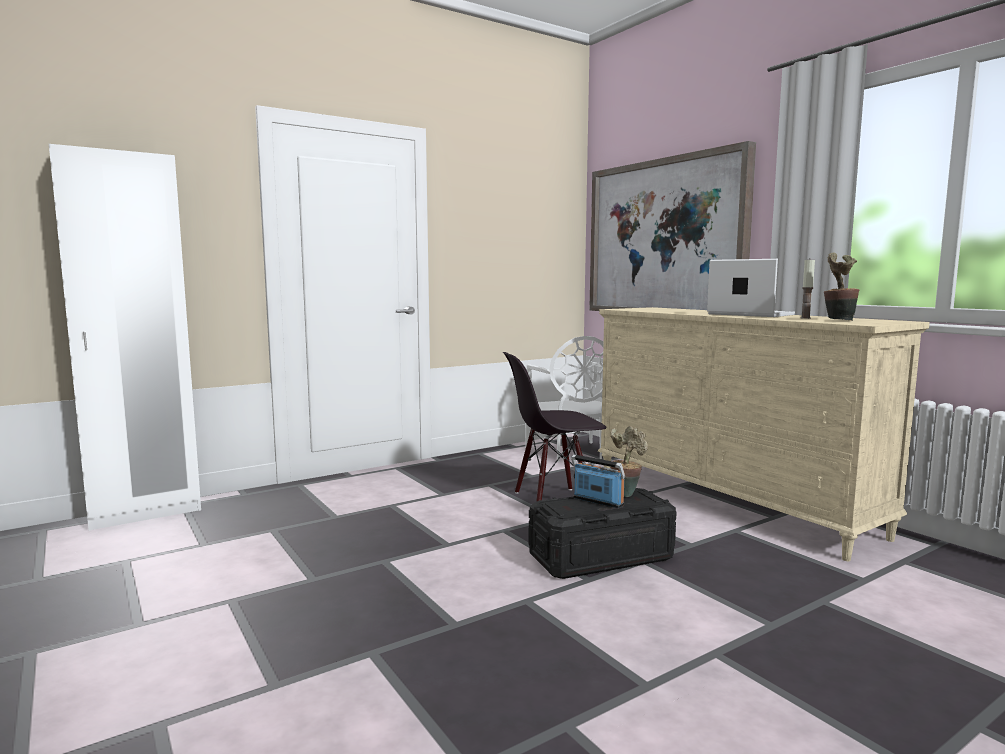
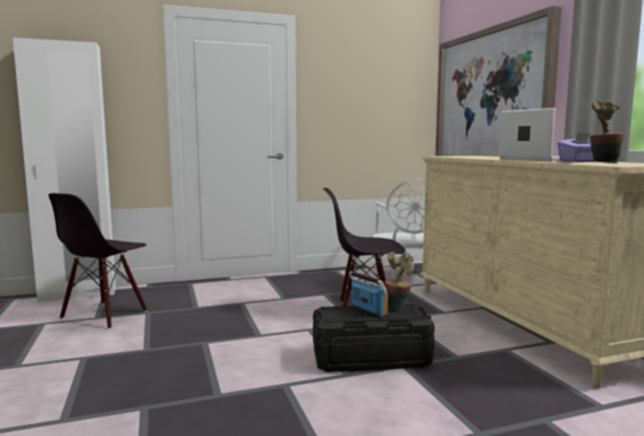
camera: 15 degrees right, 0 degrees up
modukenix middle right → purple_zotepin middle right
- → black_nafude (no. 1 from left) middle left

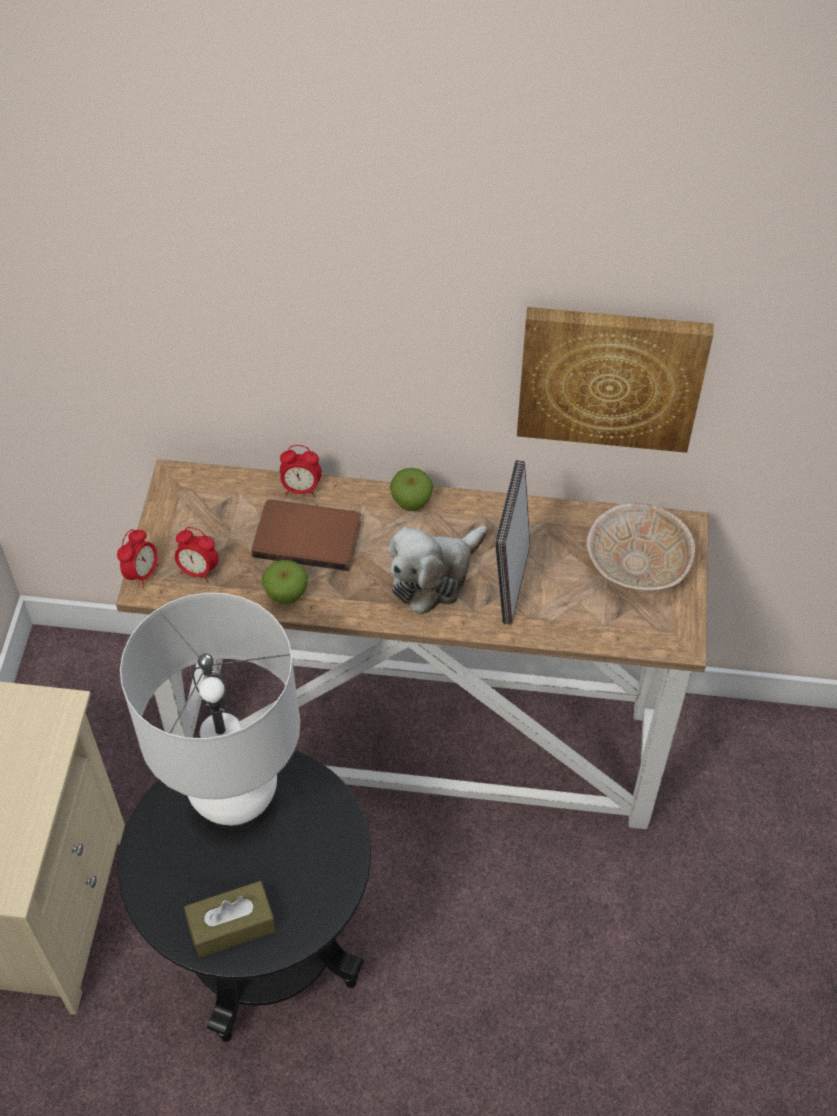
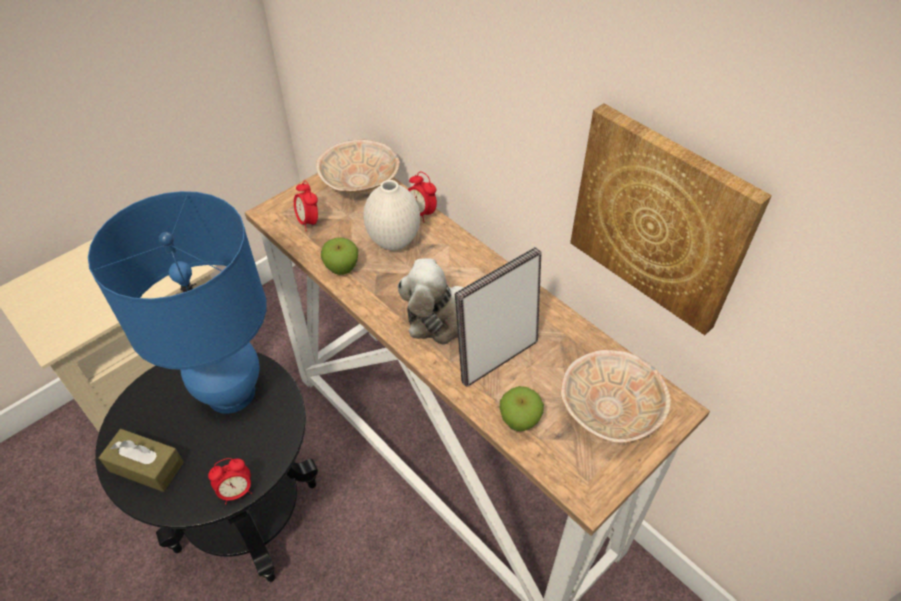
camera: 40 degrees right, 5 degrees down
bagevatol (no. 1 from left) middle left → bagevatol (no. 1 from left) bottom left, shifted
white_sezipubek middle left → blue_sezipubek middle left
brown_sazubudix centre → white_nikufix centre
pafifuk (no. 2 from left) centre → pafifuk (no. 2 from left) bottom centre, shifted
- → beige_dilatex (no. 1 from left) top centre

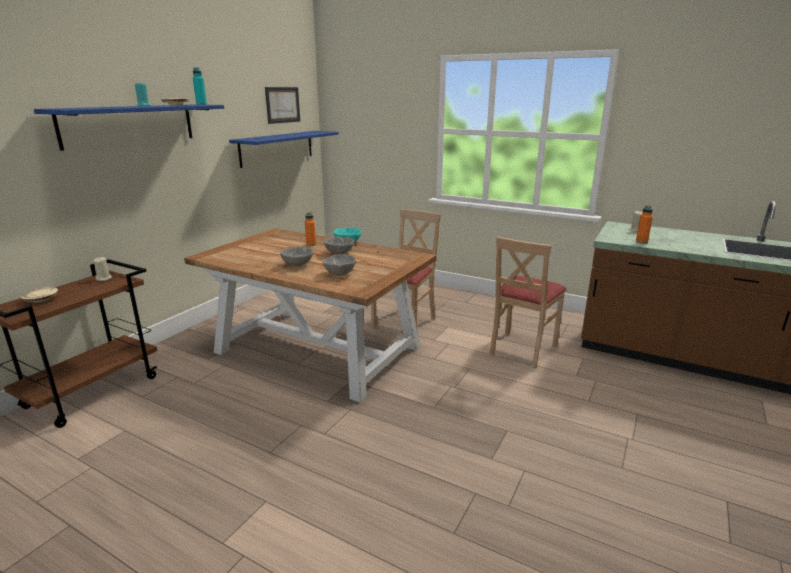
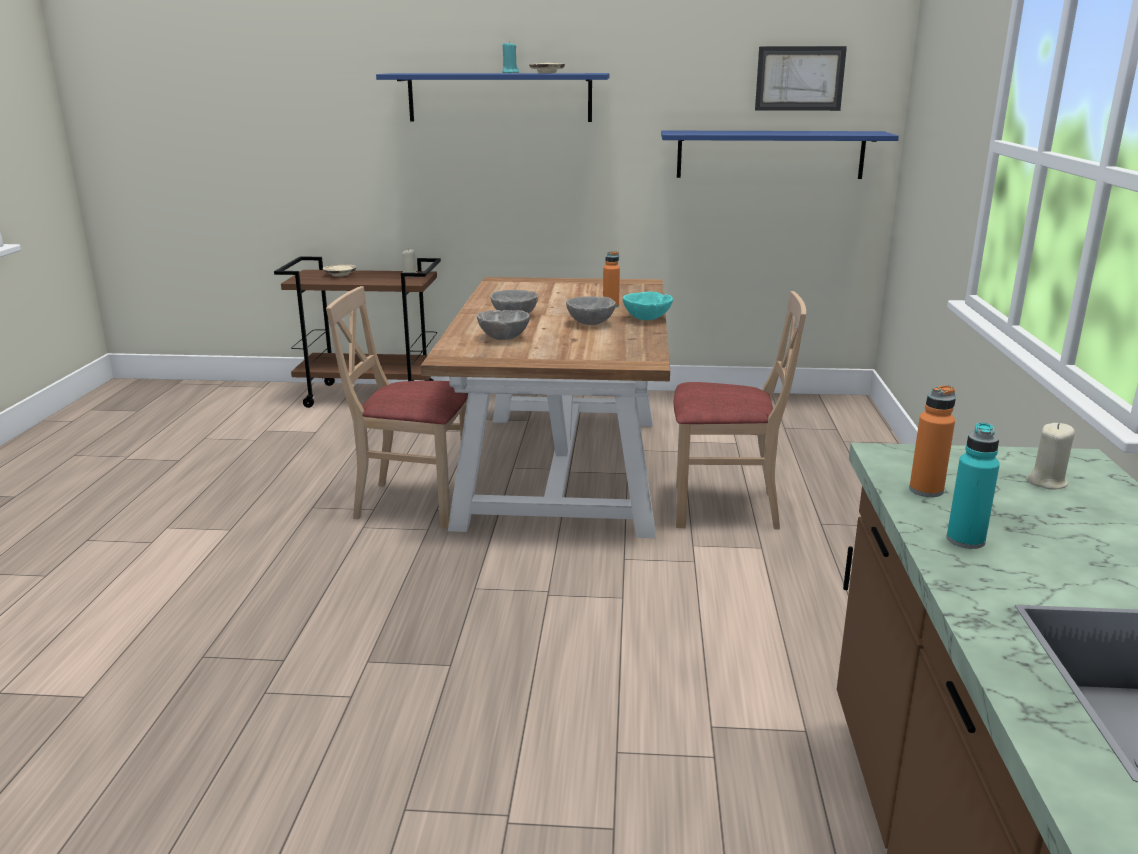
camera: 65 degrees right, 0 degrees up
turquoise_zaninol top left → turquoise_zaninol middle right, shifted
beige_nafude (no. 2 from left in the first image) middle right → beige_nafude (no. 1 from left) centre, shifted

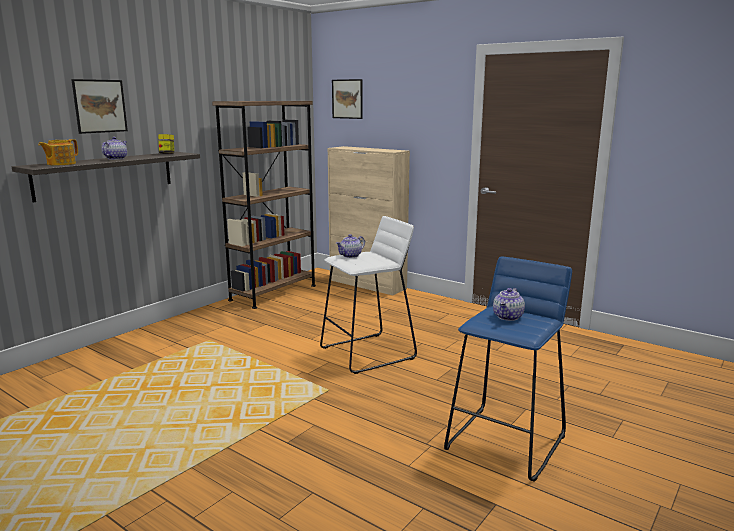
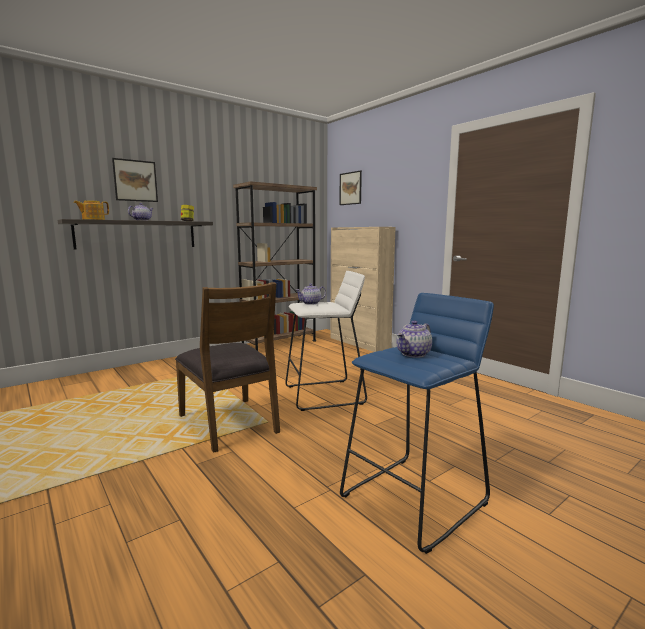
camera: 15 degrees right, 5 degrees down
- → brown_nafude centre

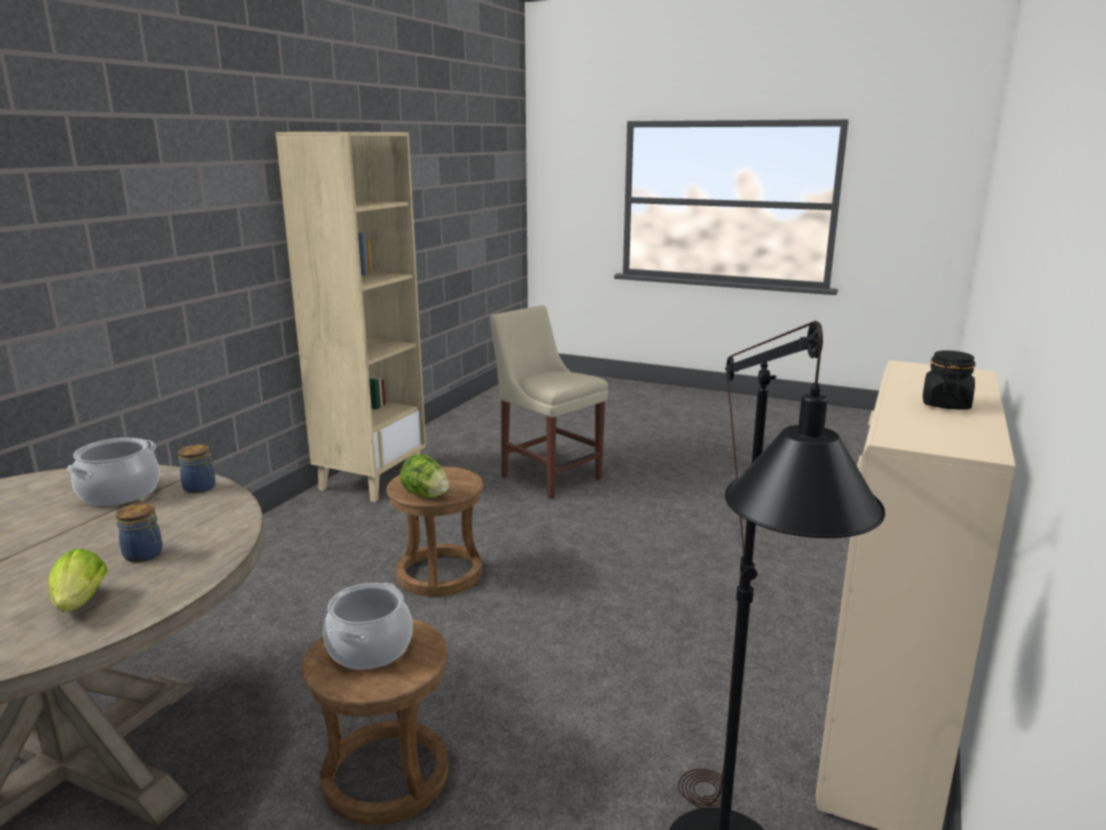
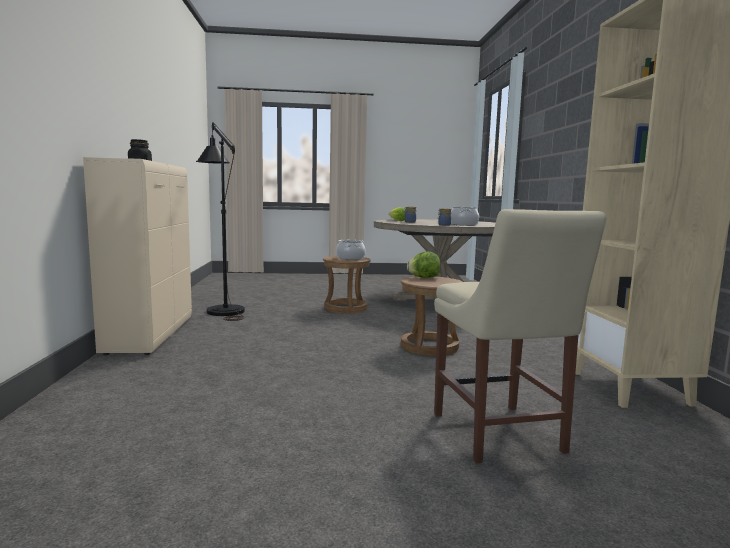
camera: 150 degrees right, 10 degrees down
beige_nafude centre → beige_nafude middle right, 60 degrees clockwise

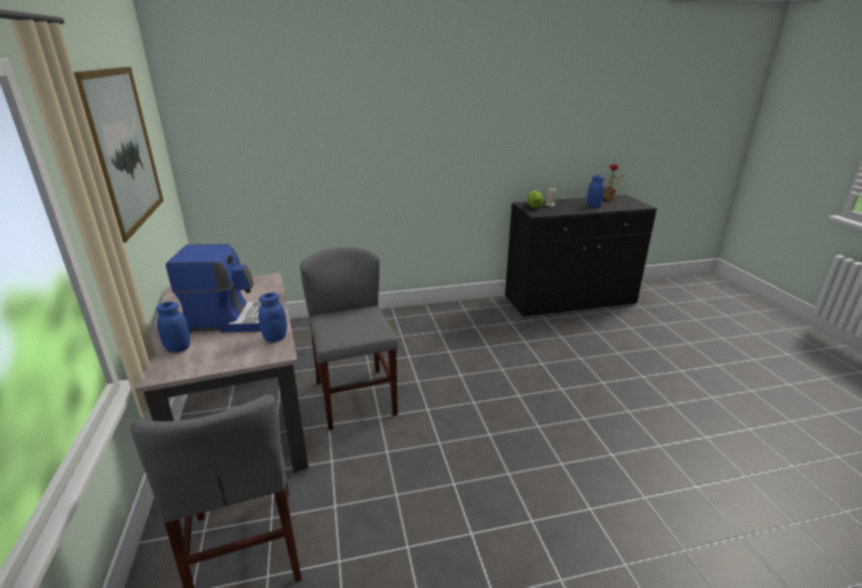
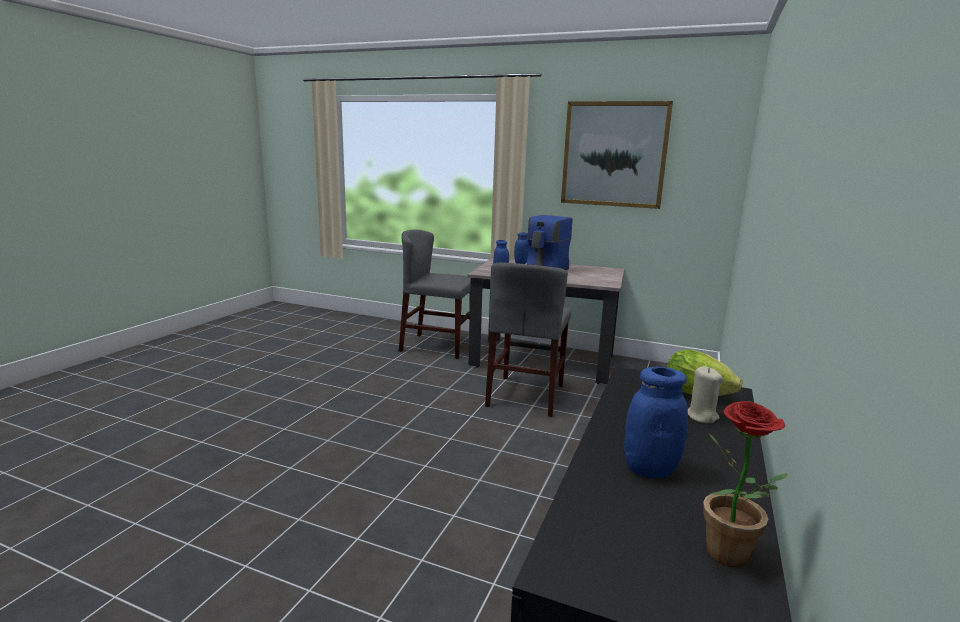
camera: 125 degrees right, 10 degrees down
grey_nafude (no. 2 from left) centre, 90 degrees clockwise

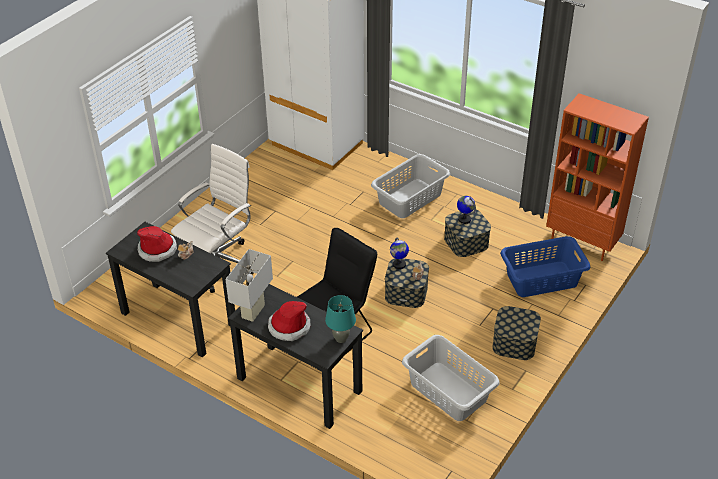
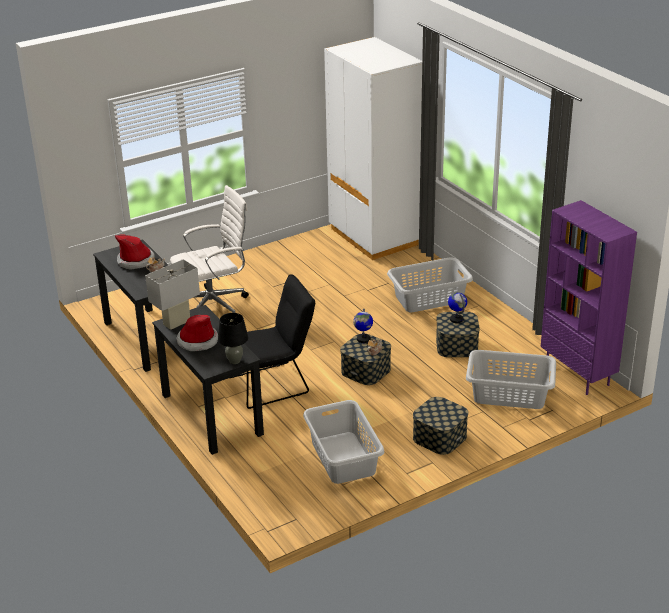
camera: 25 degrees right, 10 degrees down
turquoise_sezipubek centre → black_sezipubek centre
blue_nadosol middle right → grey_nadosol (no. 3 from left) middle right
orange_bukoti middle right → purple_bukoti middle right

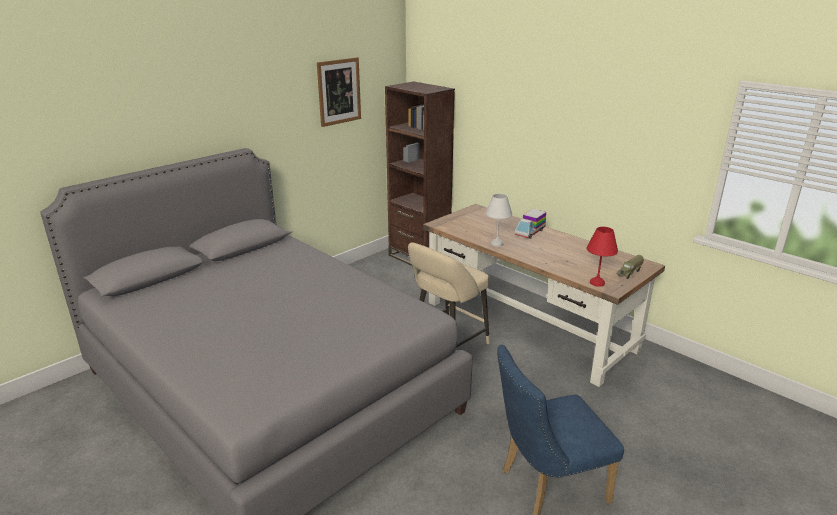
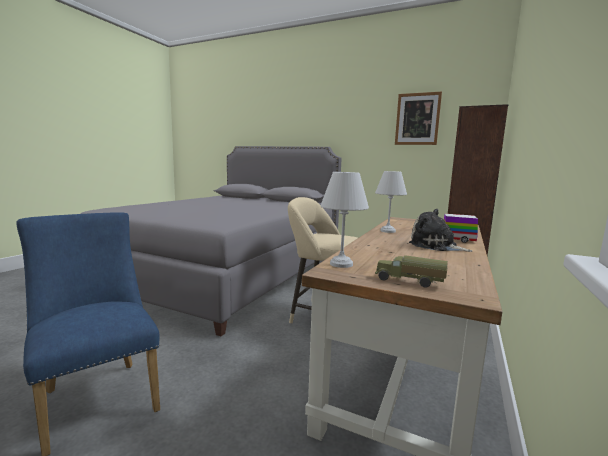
camera: 70 degrees right, 15 degrees down
red_sezipubek middle right → white_sezipubek (no. 1 from left) centre
- → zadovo middle right

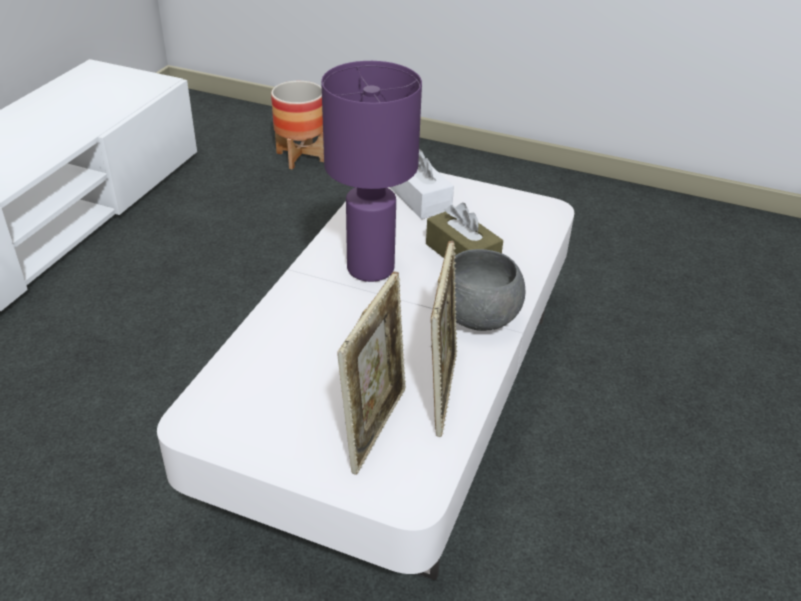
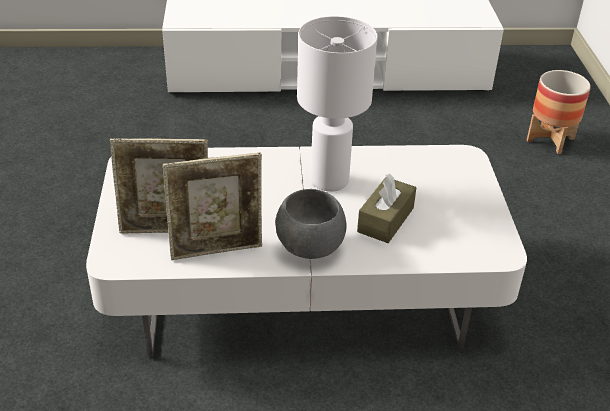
camera: 65 degrees right, 0 degrees up
purple_sezipubek top centre → white_sezipubek top centre
white_zotepin top centre → -

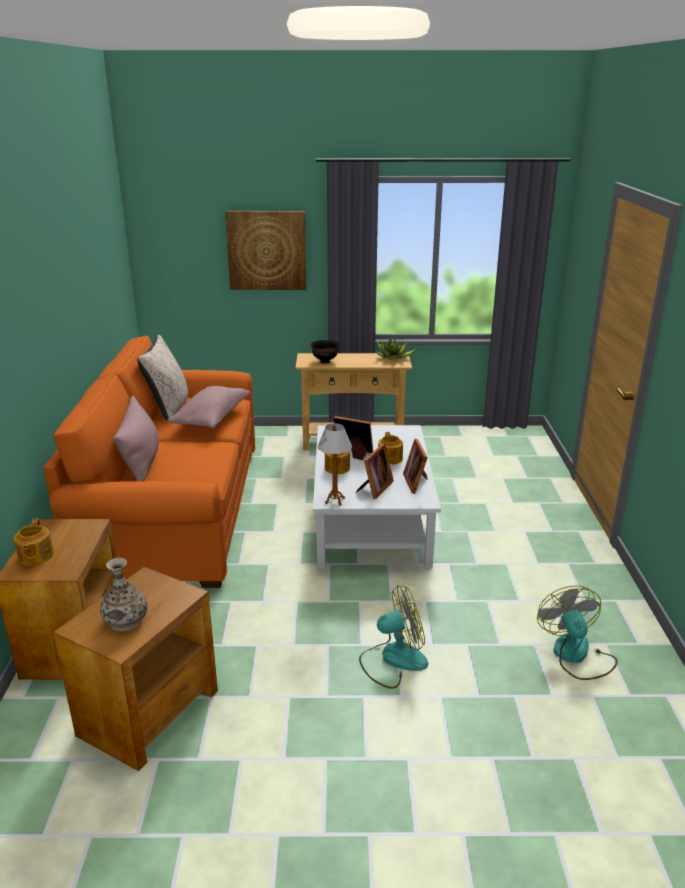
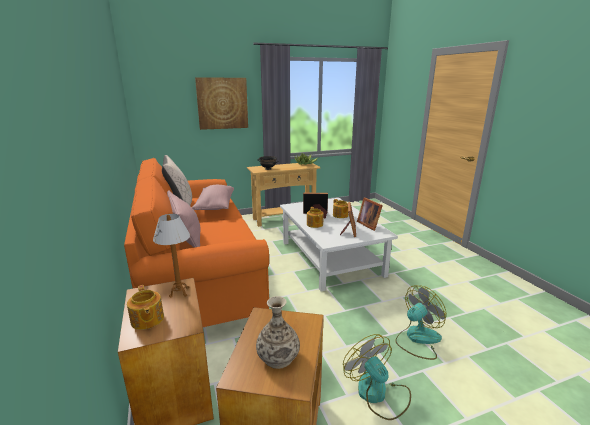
camera: 20 degrees left, 5 degrees down
sezipubek centre → sezipubek middle left, shifted
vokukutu (no. 2 from left in the first image) bottom right → vokukutu (no. 1 from left) bottom centre, shifted

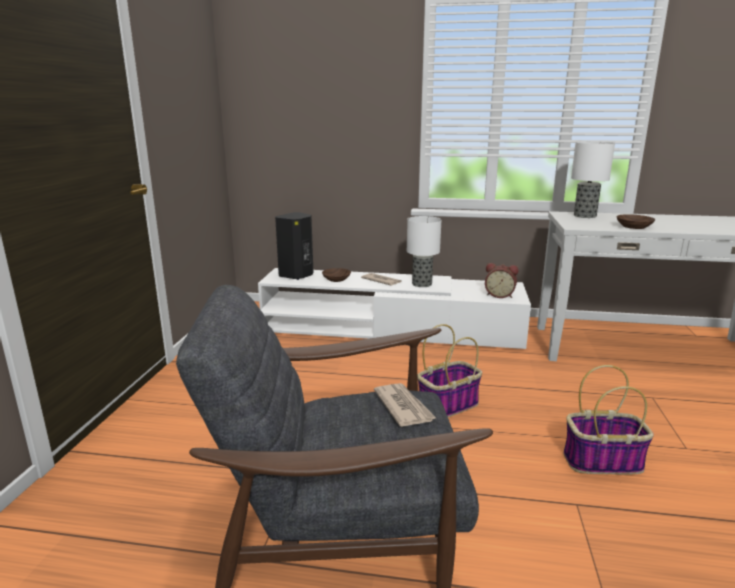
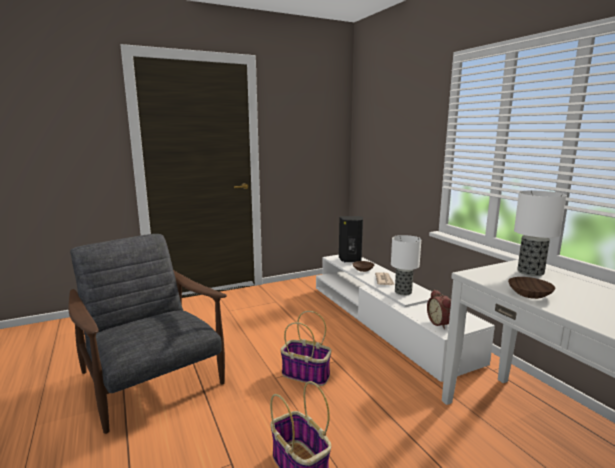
camera: 55 degrees right, 5 degrees down
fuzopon (no. 2 from left) bottom centre → -

